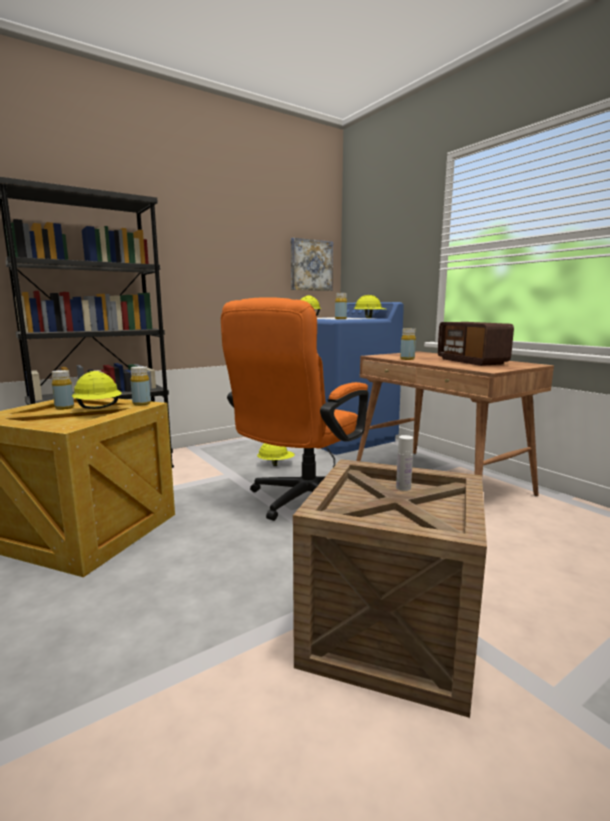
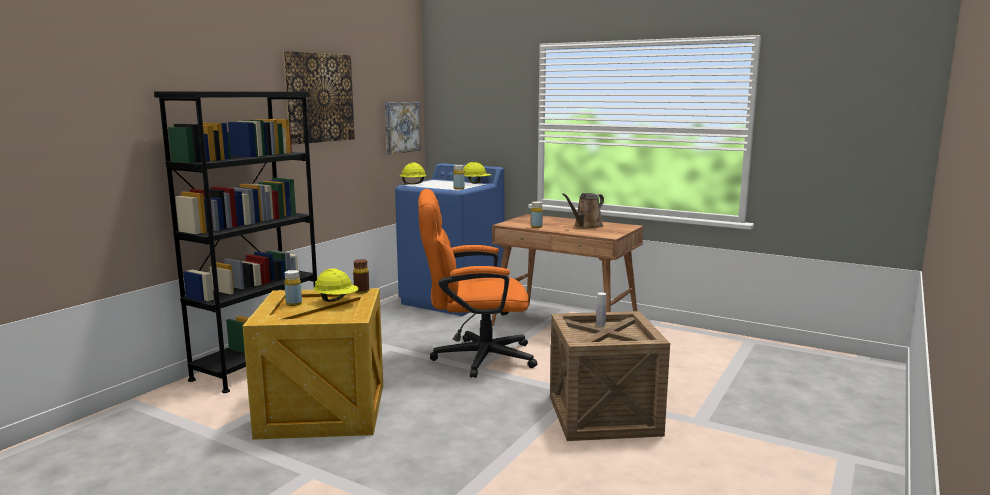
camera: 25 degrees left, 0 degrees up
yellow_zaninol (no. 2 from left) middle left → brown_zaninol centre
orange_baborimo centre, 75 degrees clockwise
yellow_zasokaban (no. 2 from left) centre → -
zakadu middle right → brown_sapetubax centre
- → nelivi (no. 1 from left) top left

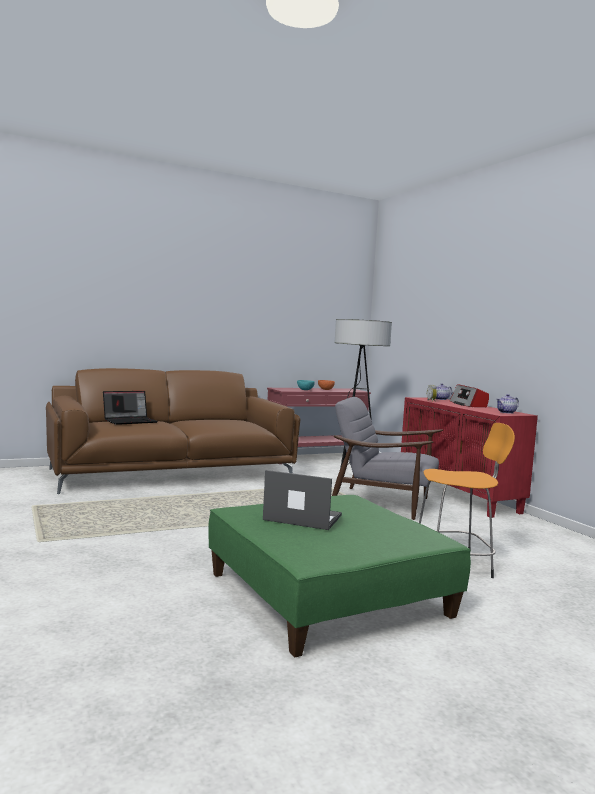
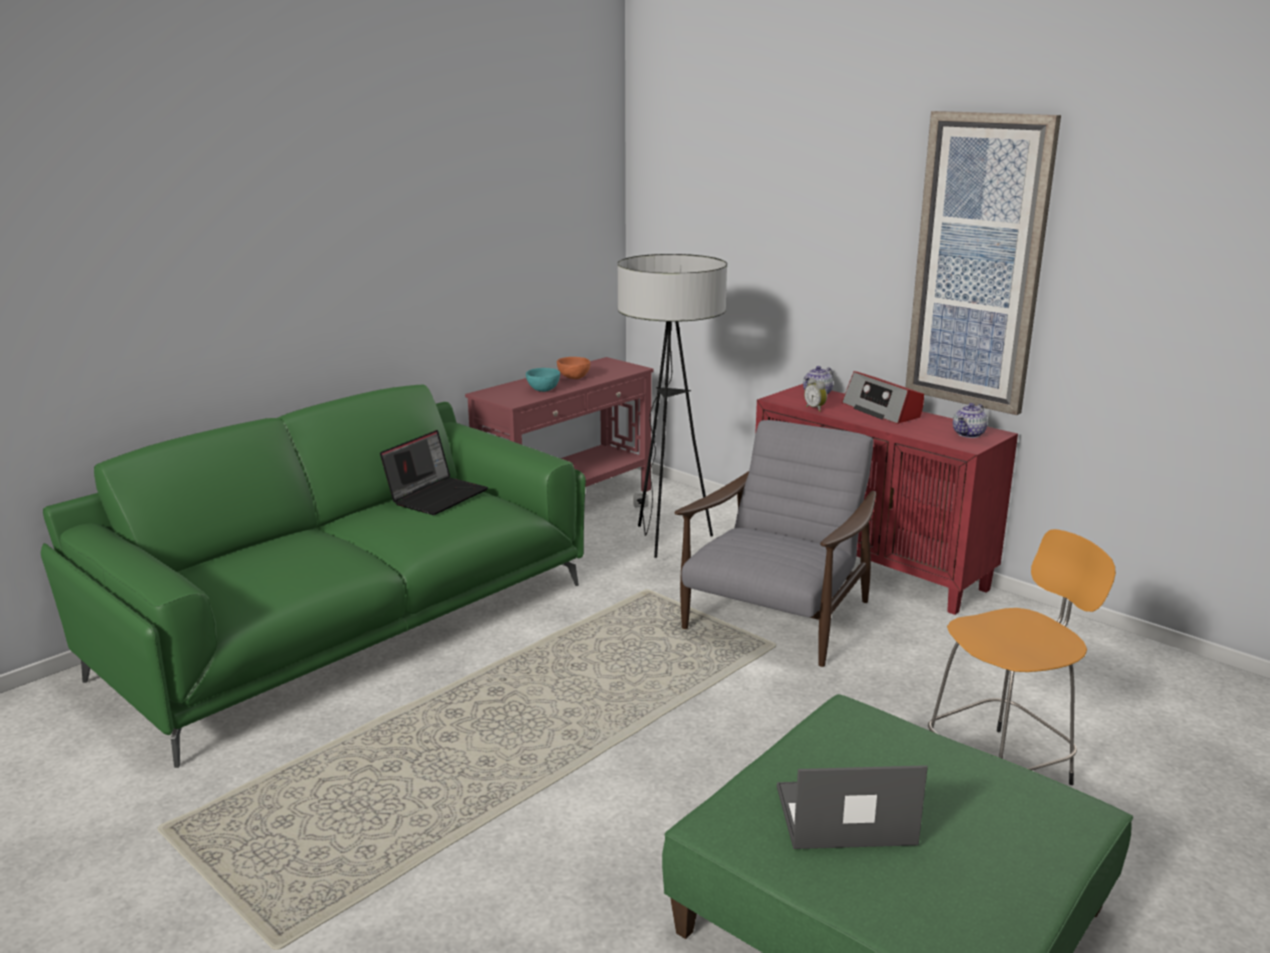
camera: 20 degrees left, 15 degrees up
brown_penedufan middle left → green_penedufan middle left
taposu (no. 1 from left) middle left → taposu (no. 1 from left) centre, shifted
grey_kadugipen centre, 120 degrees clockwise
- → nelivi top right

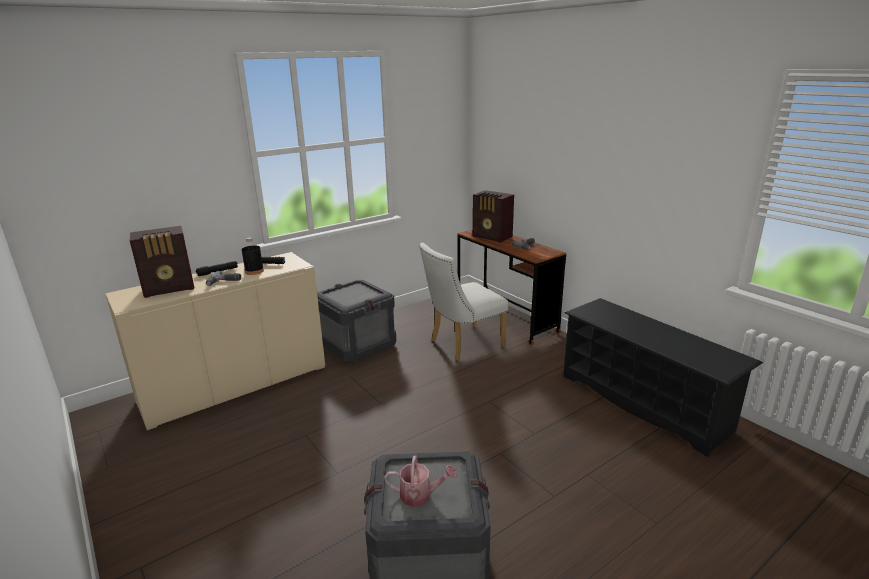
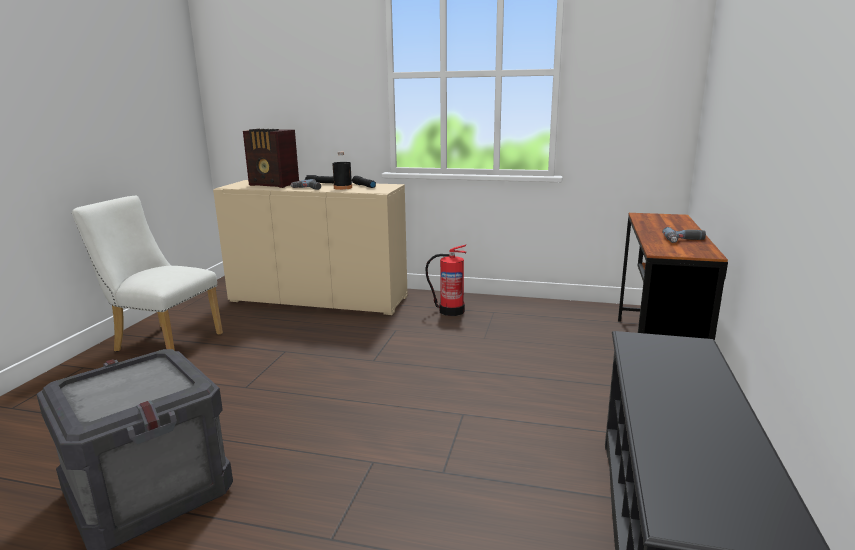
camera: 50 degrees right, 5 degrees down
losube (no. 1 from left) centre → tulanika centre
sapetubax bottom centre → -
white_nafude centre → white_nafude middle left, shifted
zakadu (no. 2 from left) centre → -

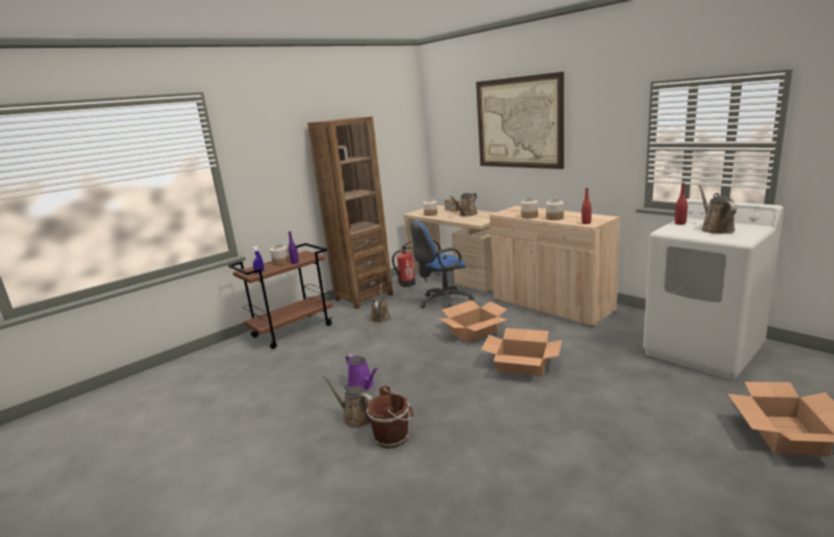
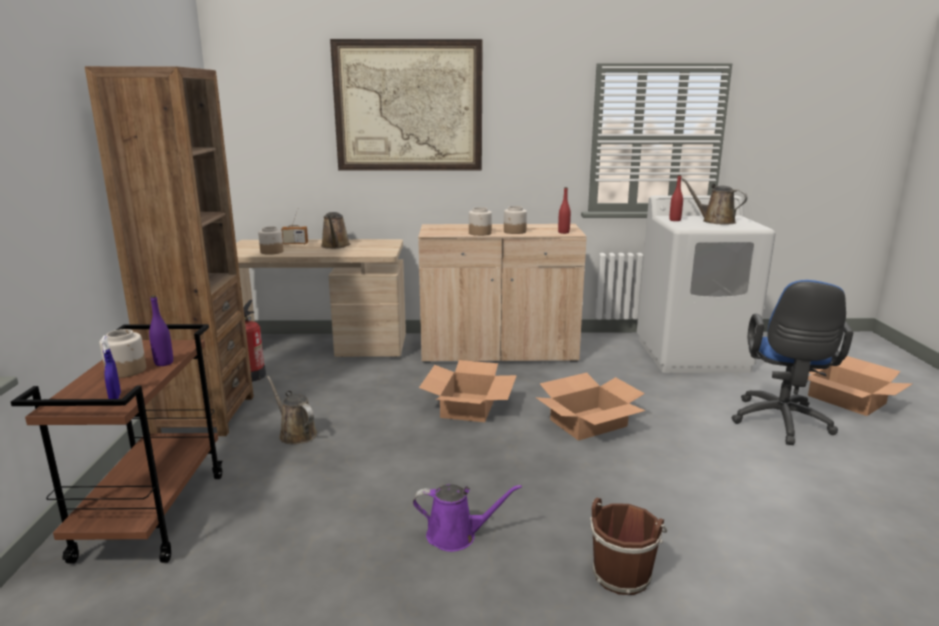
camera: 50 degrees left, 0 degrees up
brown_sapetubax (no. 1 from left) bottom centre → -
blue_baborimo centre → blue_baborimo middle right, shifted

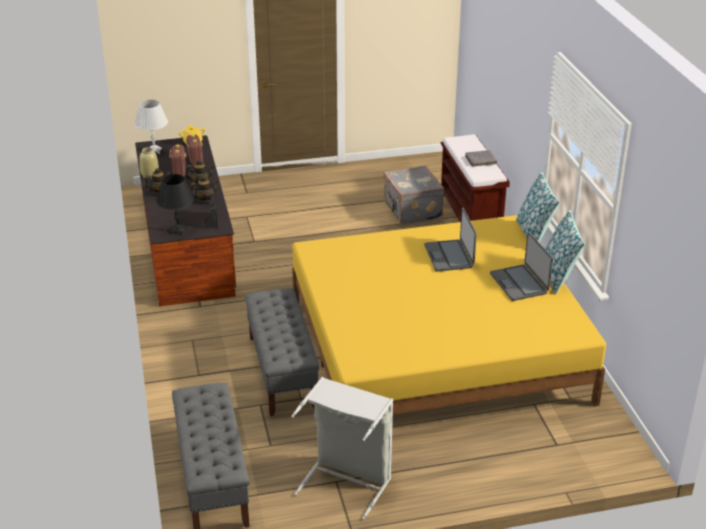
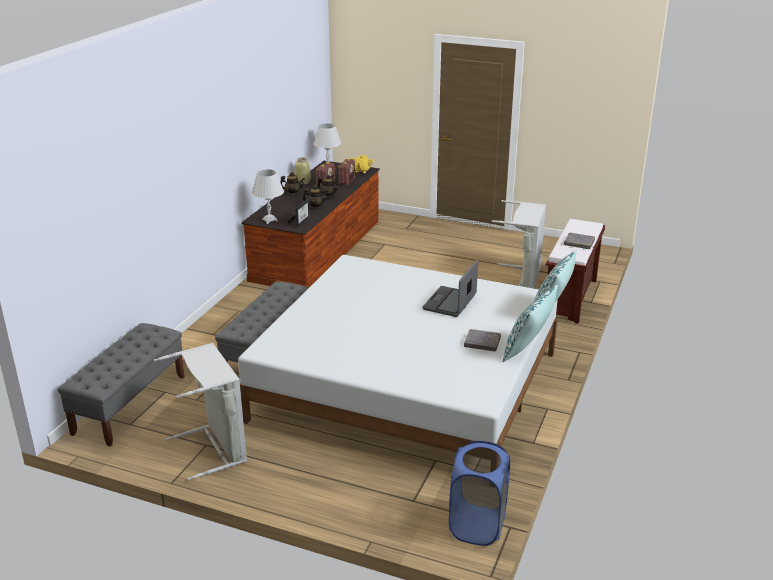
camera: 35 degrees right, 5 degrees down
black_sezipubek middle left → white_sezipubek (no. 1 from left) centre
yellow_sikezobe centre → white_sikezobe centre
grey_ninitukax centre → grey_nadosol (no. 2 from left) middle right
taposu (no. 2 from left) middle right → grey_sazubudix (no. 1 from left) centre
- → blue_nadosol bottom centre

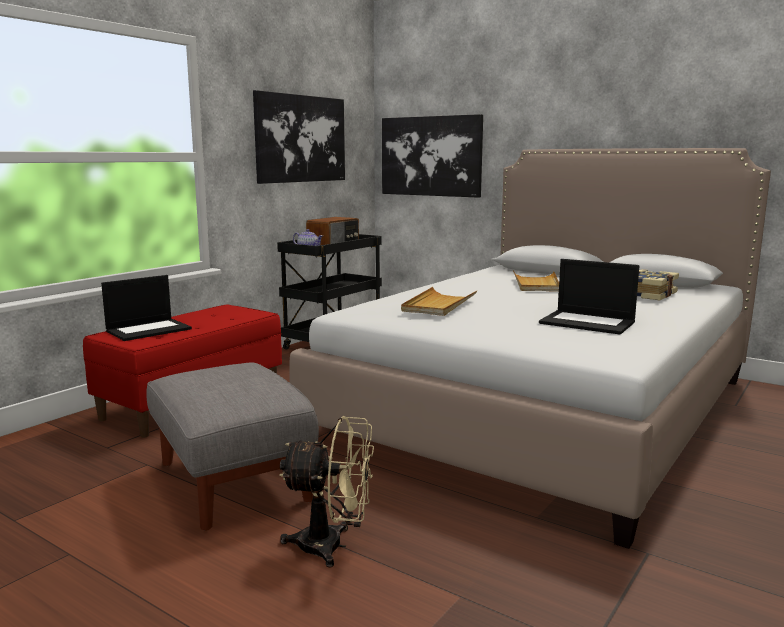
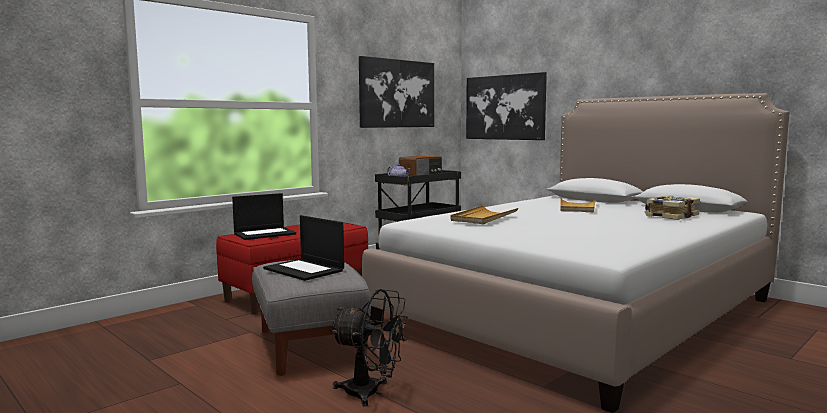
camera: 10 degrees right, 5 degrees down
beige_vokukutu bottom centre → black_vokukutu bottom centre
taposu (no. 2 from left) middle right → taposu (no. 2 from left) centre, shifted

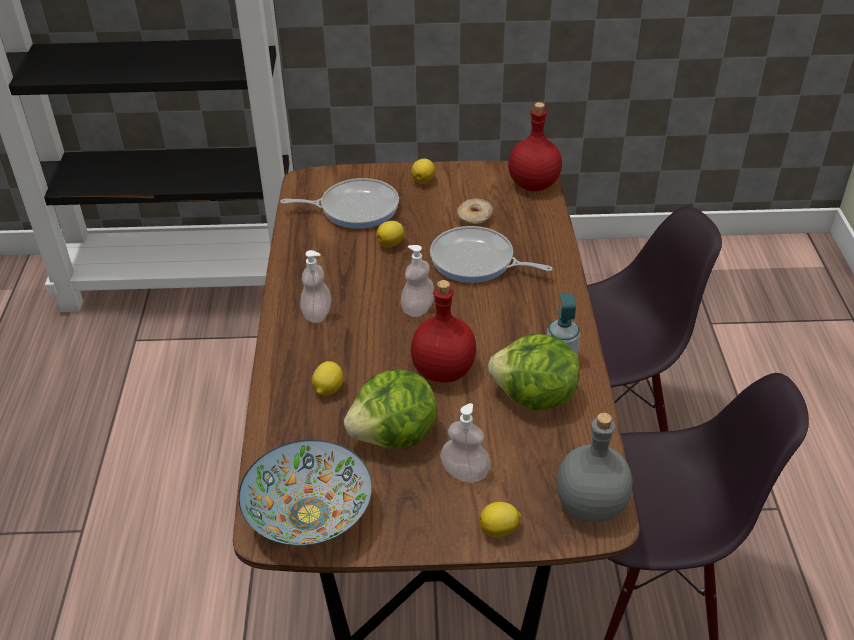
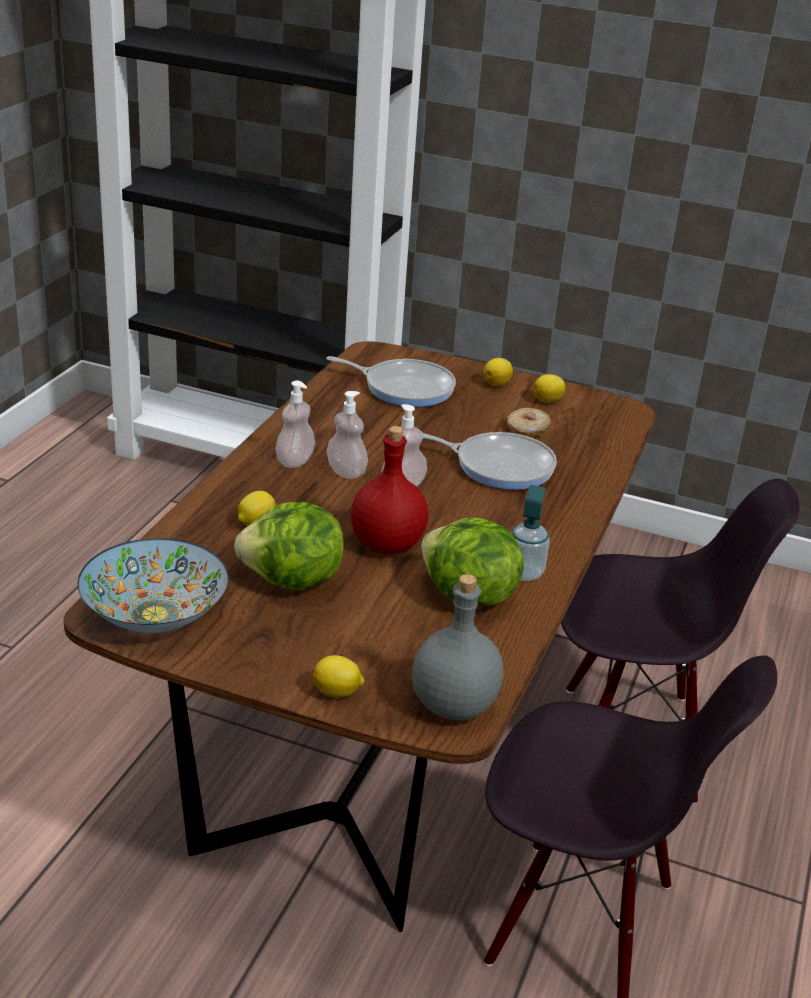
camera: 20 degrees right, 10 degrees down
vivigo (no. 2 from left in the first image) centre → vivigo (no. 4 from left) middle right, shifted
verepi (no. 2 from left) centre, 150 degrees clockwise
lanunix (no. 3 from left in the first image) bottom centre → lanunix (no. 2 from left) centre, shifted
red_zaninol (no. 2 from left) top centre → -

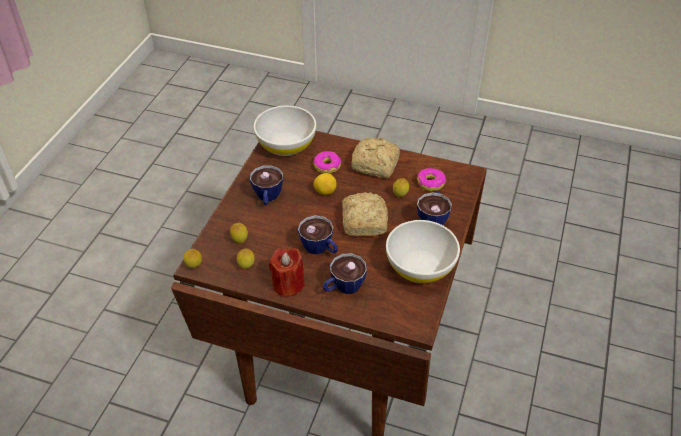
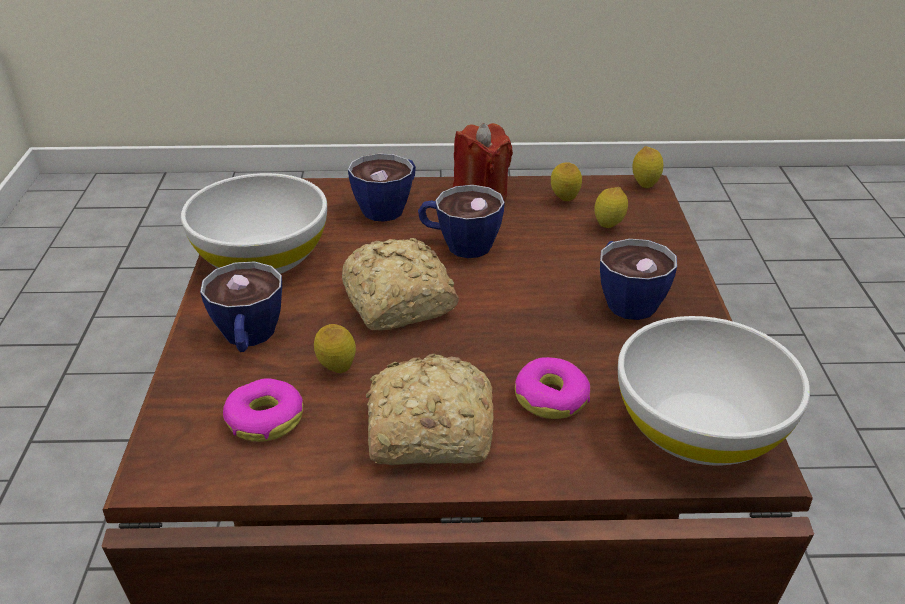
camera: 160 degrees right, 10 degrees down
vivigo (no. 4 from left) centre → -

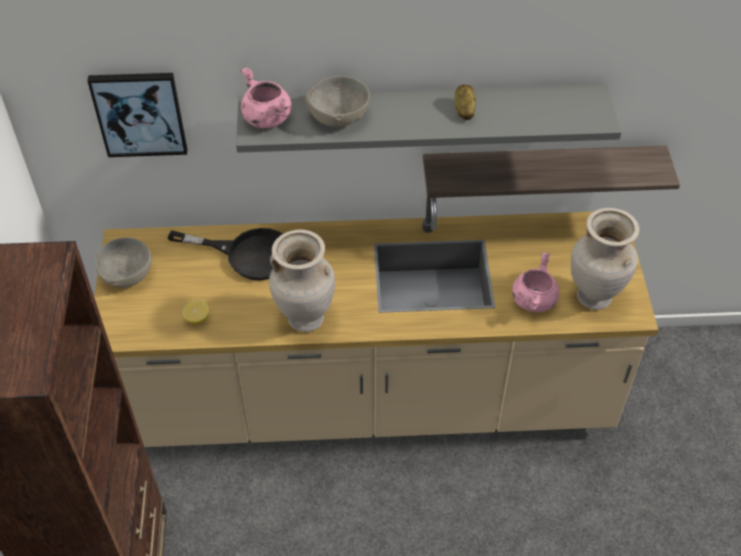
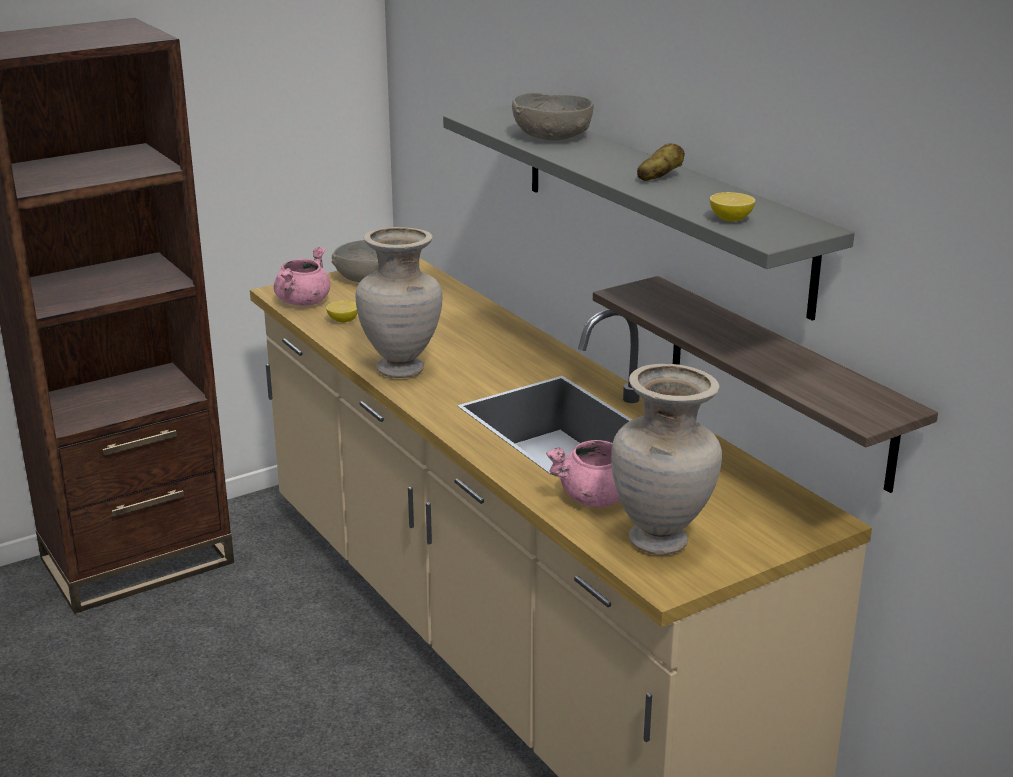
camera: 60 degrees right, 25 degrees down
nelivi top left → -
black_verepi middle left → -
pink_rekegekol (no. 1 from left) top centre → pink_rekegekol (no. 1 from left) middle left, shifted
- → vivigo (no. 2 from left) top right

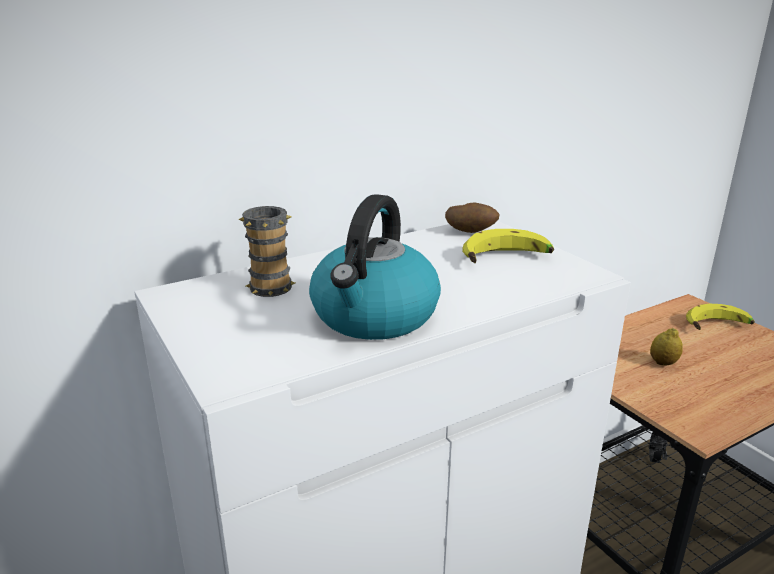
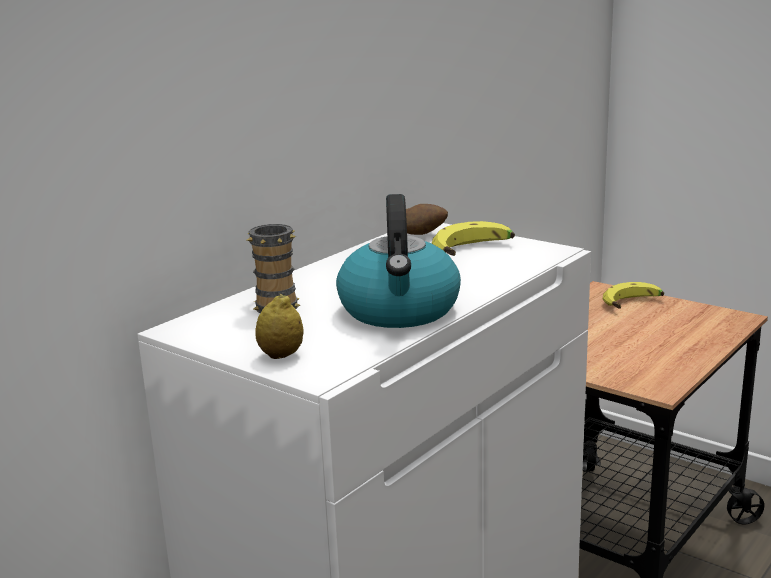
camera: 20 degrees left, 5 degrees down
vivigo middle right → vivigo centre, shifted

